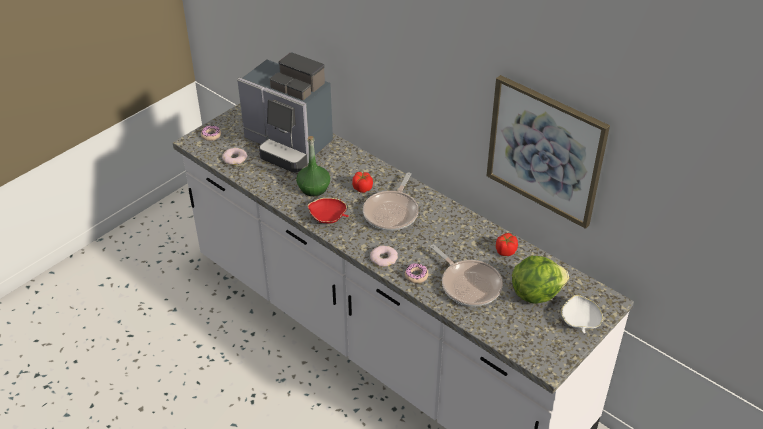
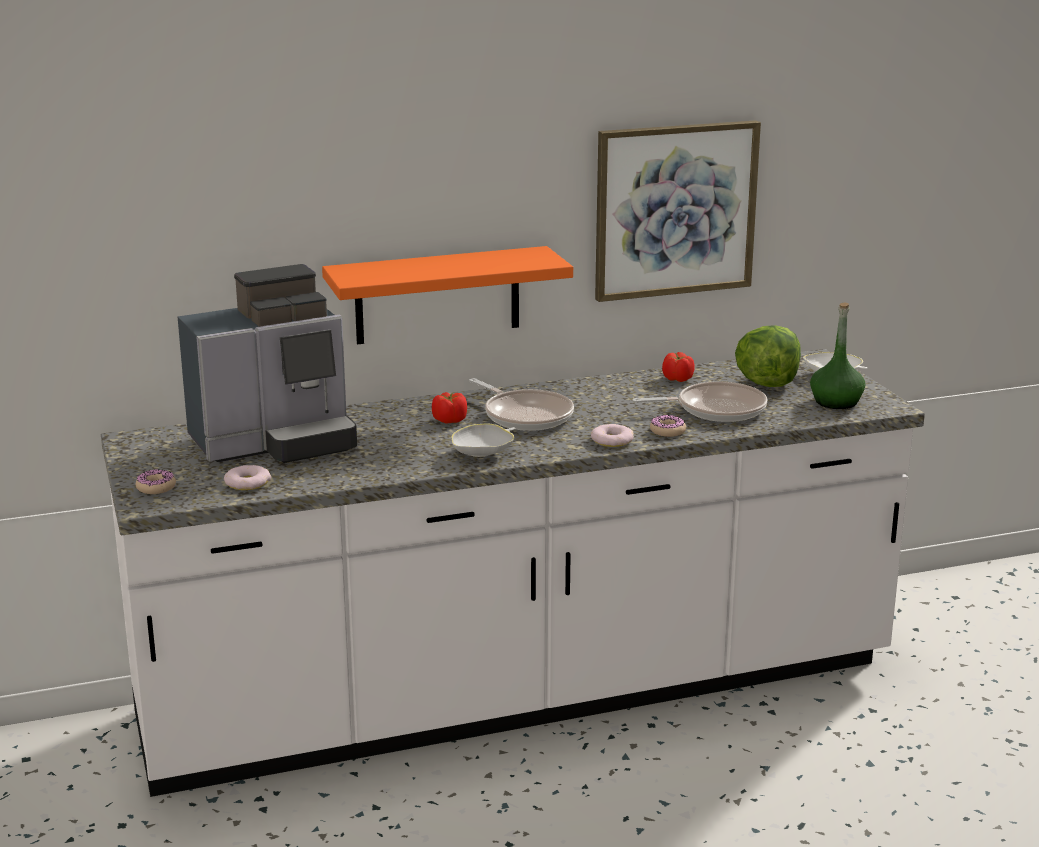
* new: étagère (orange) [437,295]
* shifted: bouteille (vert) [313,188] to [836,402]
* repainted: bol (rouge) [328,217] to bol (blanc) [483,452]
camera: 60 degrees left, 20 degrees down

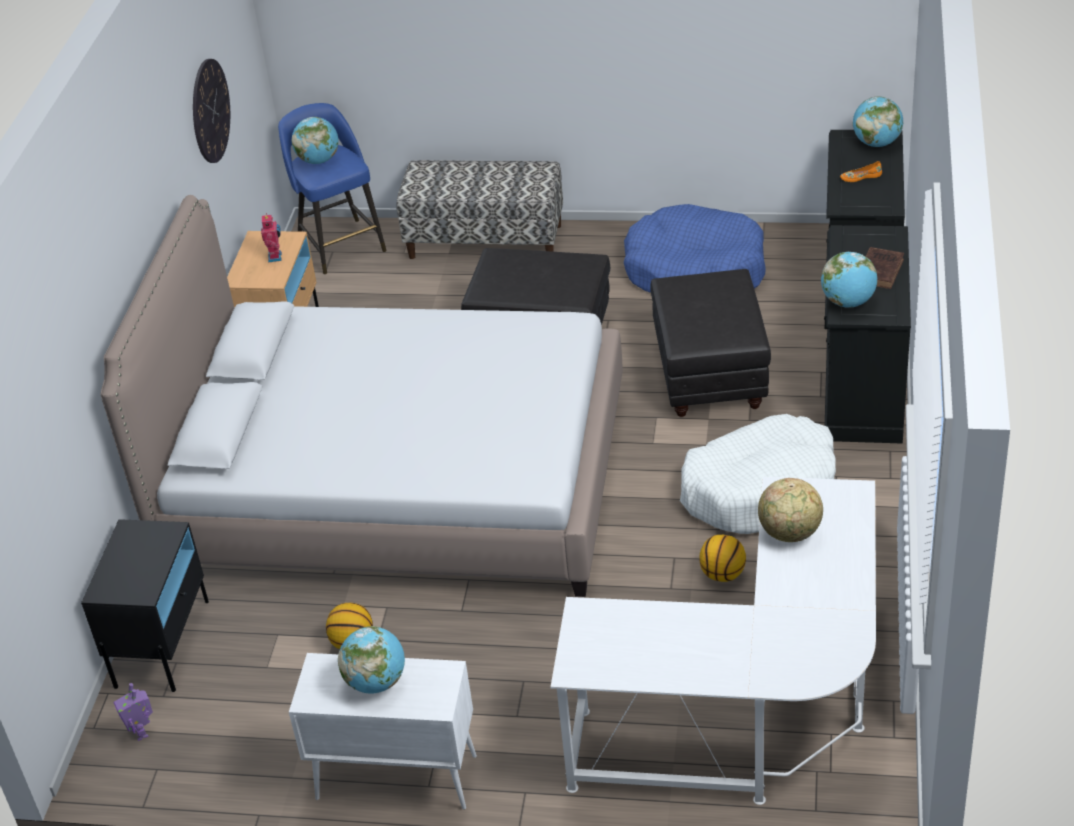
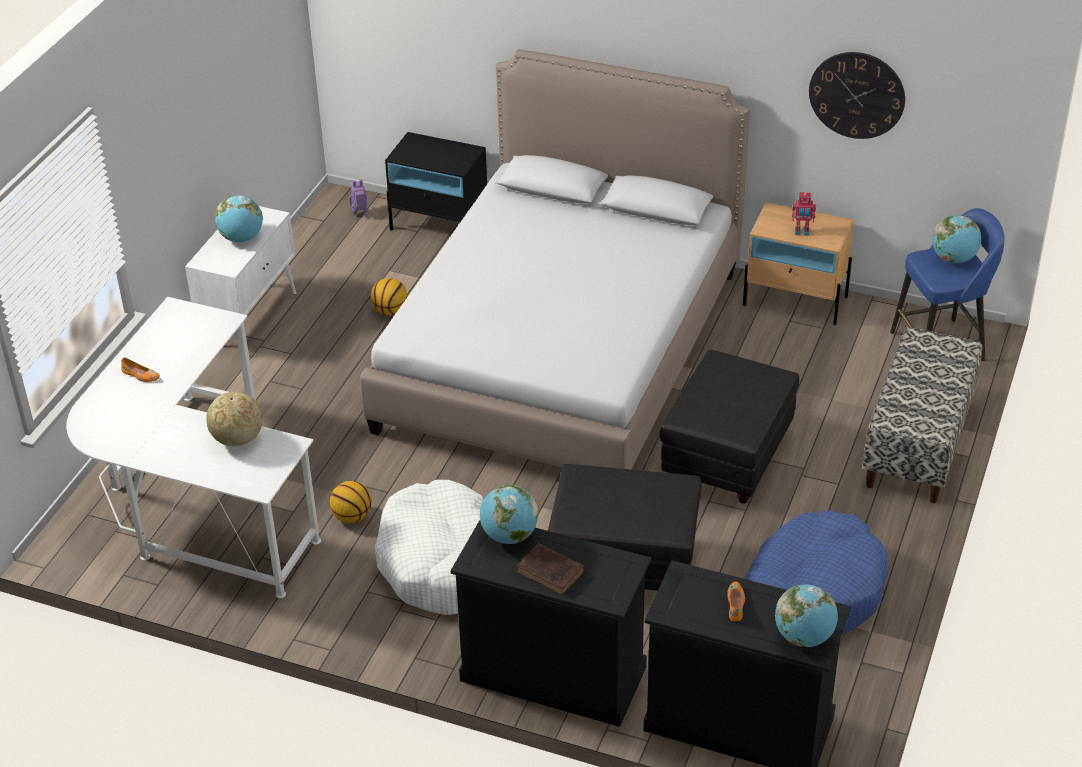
* new: chaussure (orange) [140,375]
camera: 100 degrees right, 0 degrees up

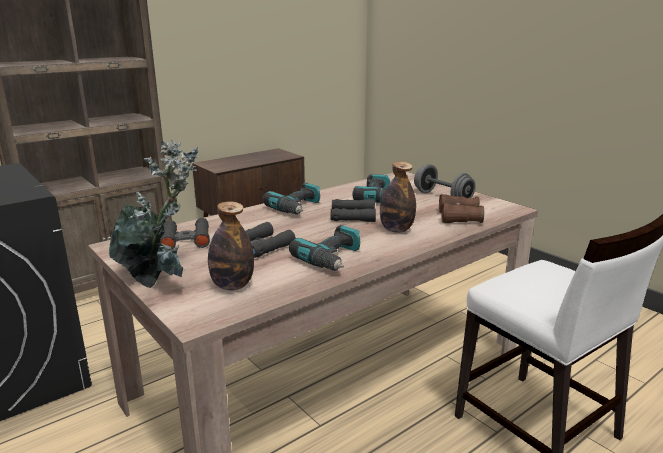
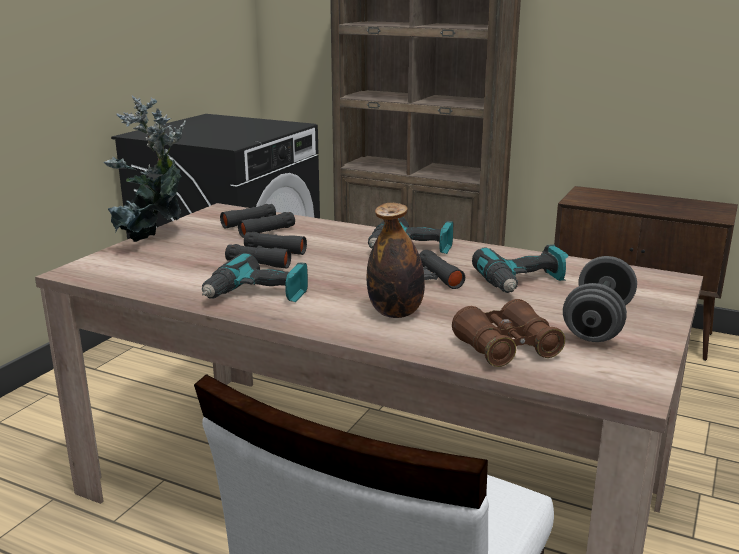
* gone: bouteille [232,286]
camera: 65 degrees right, 0 degrees up

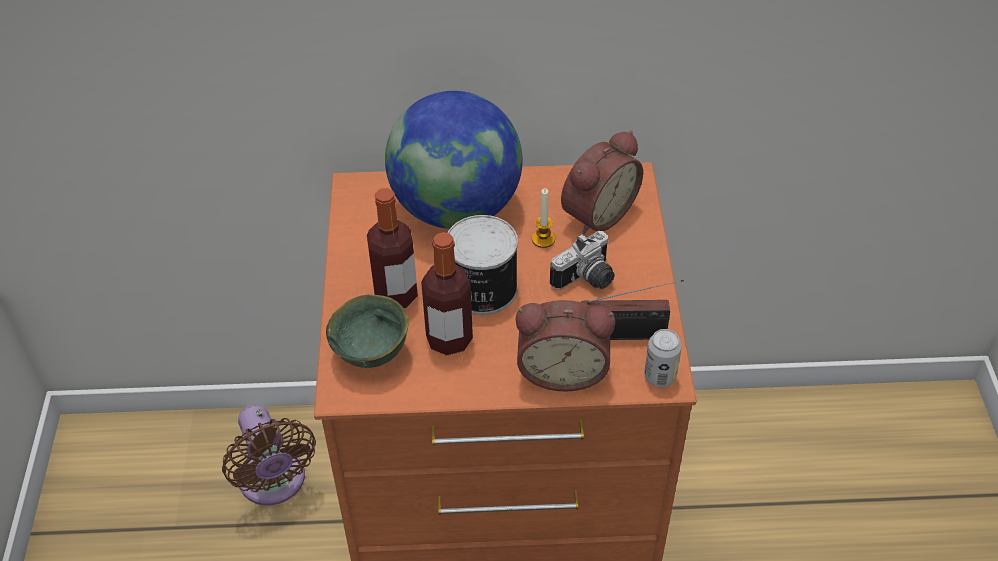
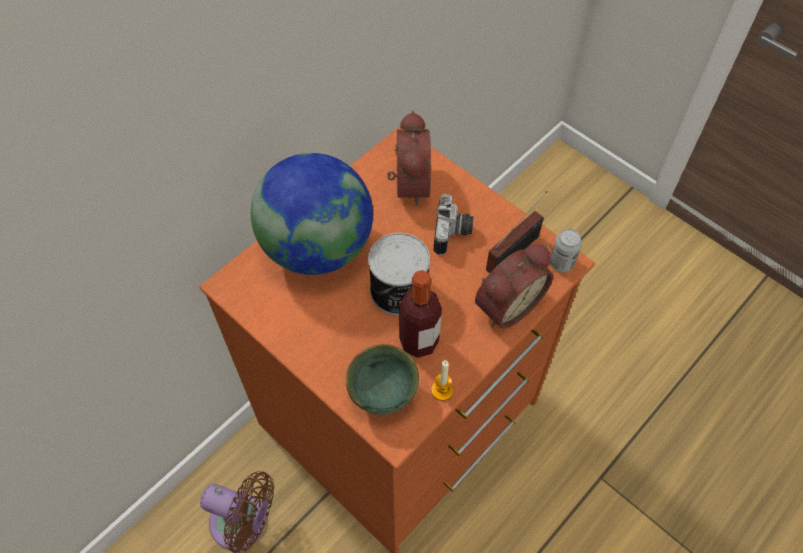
* gone: bouteille [396,295]
* shifted: bougie [543,239] to [442,390]
camera: 45 degrees left, 10 degrees up

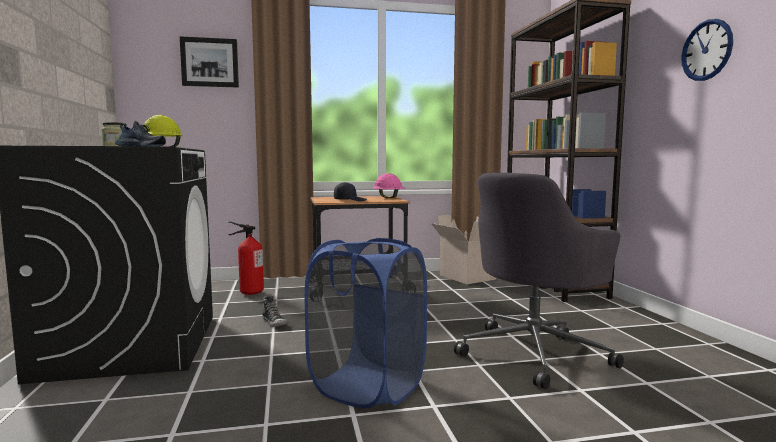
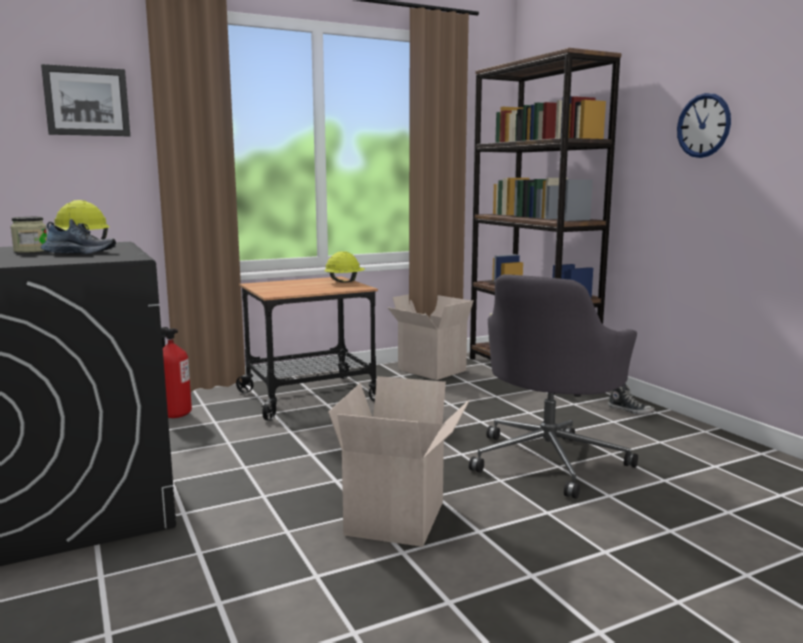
* gone: casquette (noir) [350,200]
* shifted: chaussure [274,323] to [630,411]
* swapped: panier à linge (bleu) [367,386] to carton [398,519]
* repainted: casque de chantier (rose) [389,198] to casque de chantier (jaune) [344,281]
camera: 15 degrees left, 5 degrees up

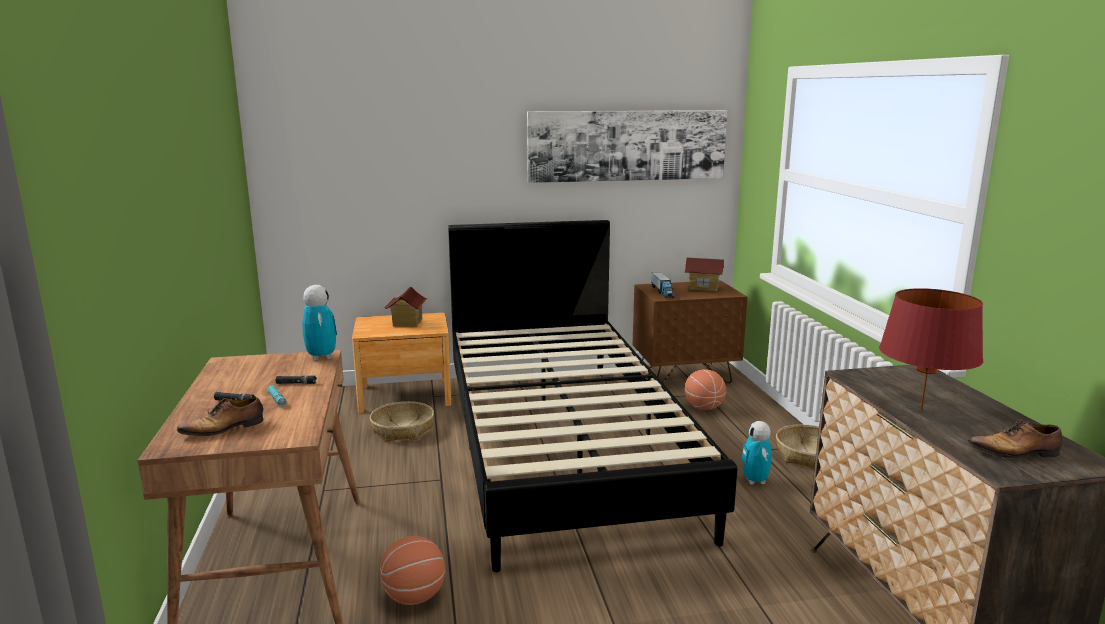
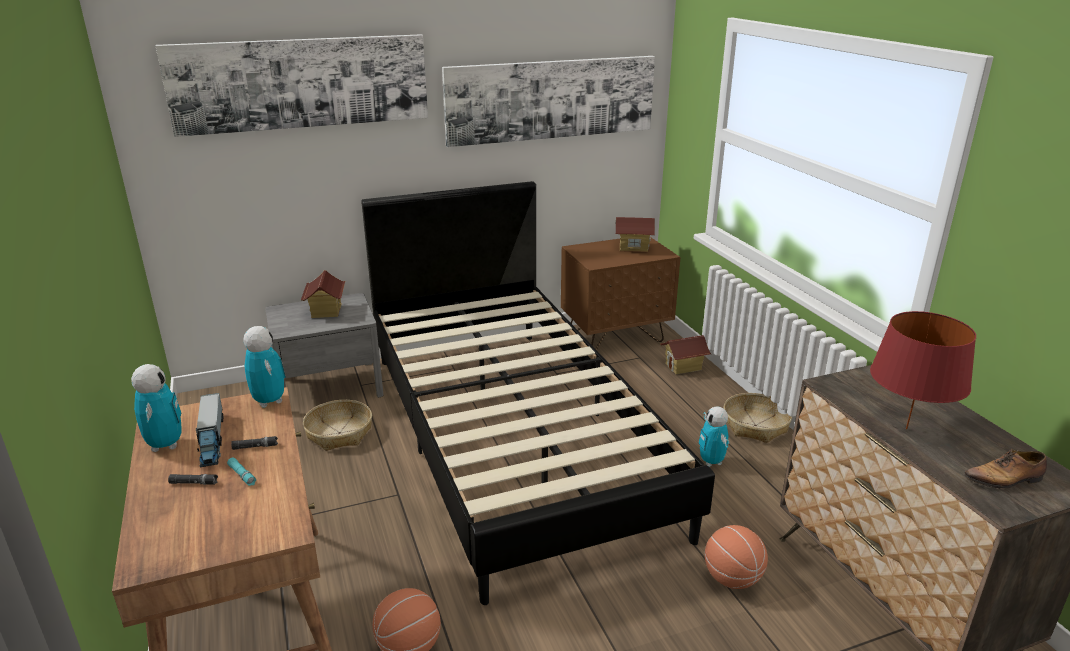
* gone: chaussure [224,429]
* new: robot jouet [165,445]
* new: tableau [301,83]
* new: maison miniature [683,367]
* shifted: camion jouet [662,291] to [212,440]
* shifted: ballon de basket [704,407] to [732,578]
* repainted: table de chevet (marron) [405,395] to table de chevet (gris) [329,386]
camera: 10 degrees left, 10 degrees up

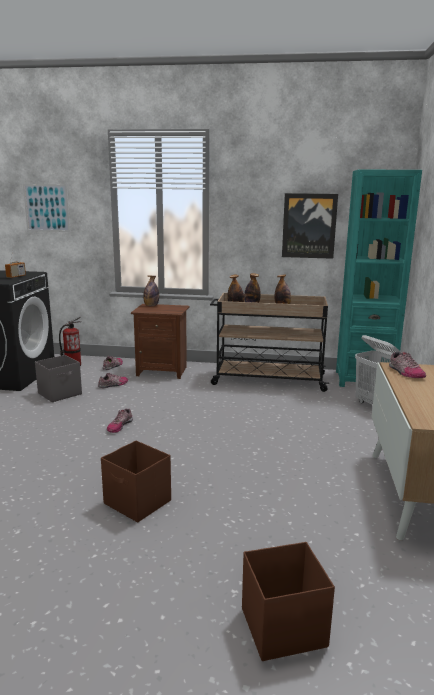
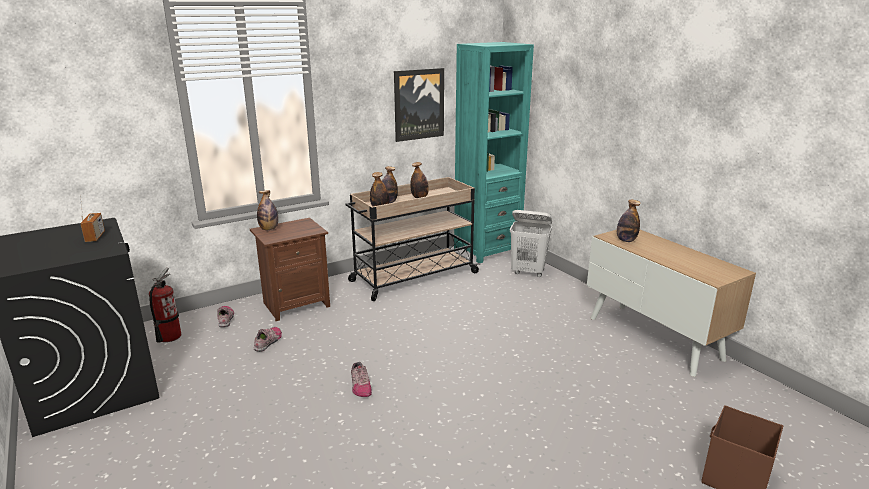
* gone: tableau [46,208]
* gone: boîte de rangement (gris) [60,394]
* gone: boîte de rangement (marron) [138,503]
* swapped: chaussure [405,372] to bouteille [626,240]
camera: 40 degrees left, 5 degrees up

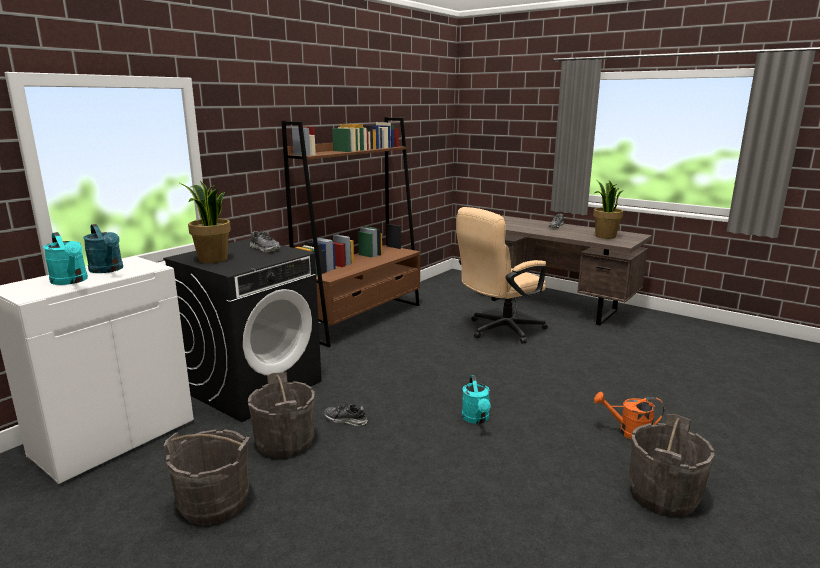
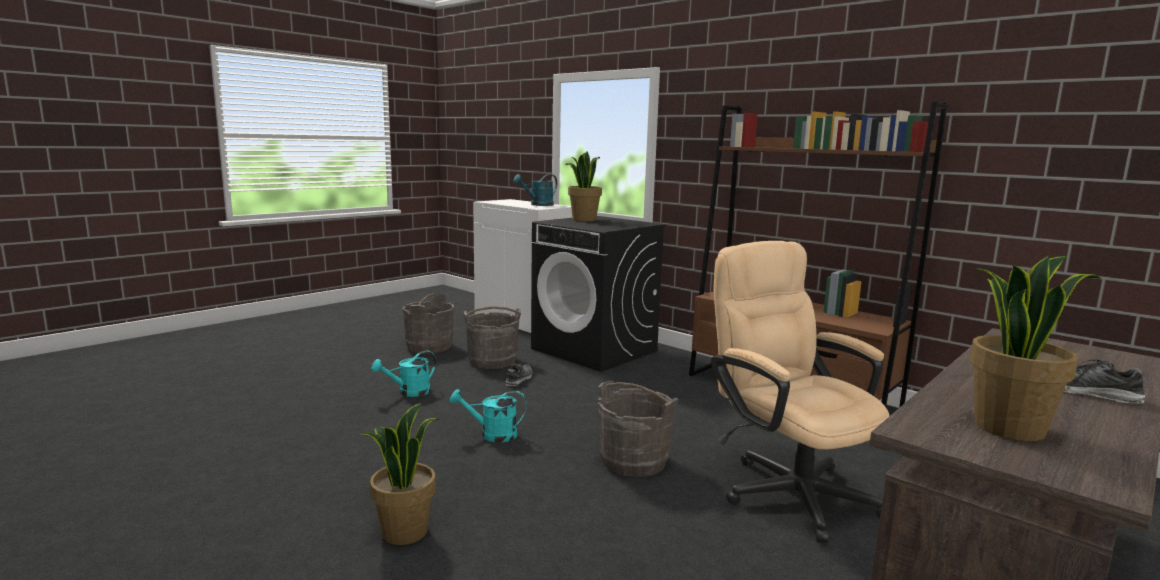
* gone: chaussure [265,249]
* shifted: arrosoir (turquoise) [71,281] to [409,392]
* shifted: seau (gris) [664,495] to [633,461]
* swapped: arrosoir (orange) [628,432] to plante en pot [404,531]
camera: 95 degrees right, 5 degrees down

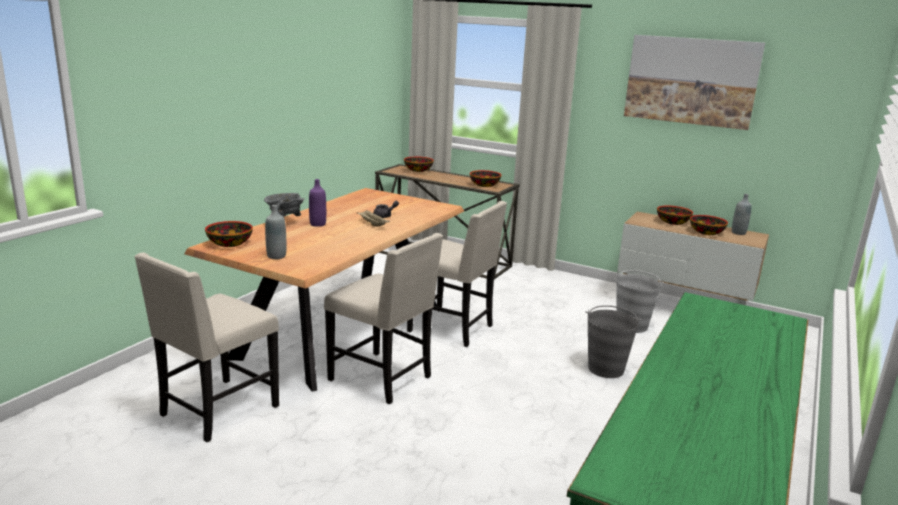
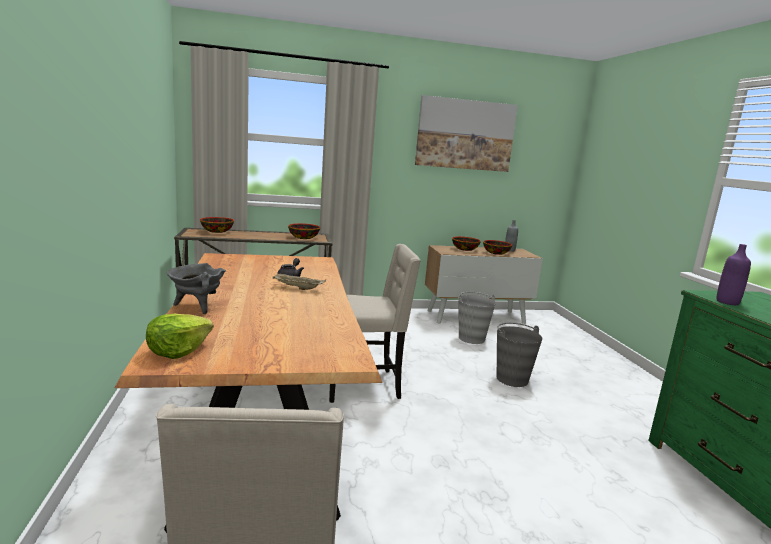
* gone: bouteille (gris) [276,256]
* gone: chaise (beige) [383,379]
* shifted: bouteille (violet) [317,224] to [727,302]
* swapped: bol [229,243] to laitue [178,351]
camera: 40 degrees left, 5 degrees down

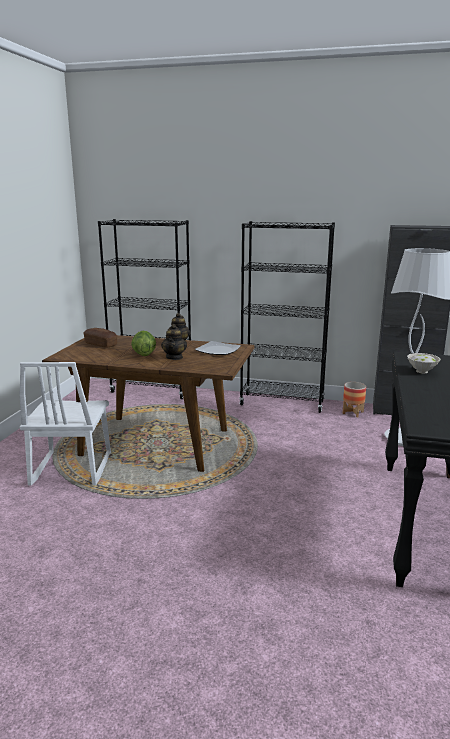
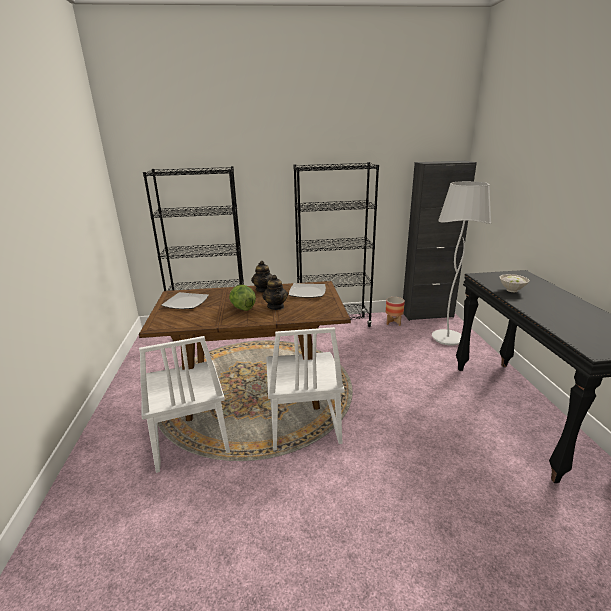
* new: chaise (blanc) [303,424]
* swapped: pain [100,344] to assiette [186,303]
camera: 20 degrees left, 5 degrees up

